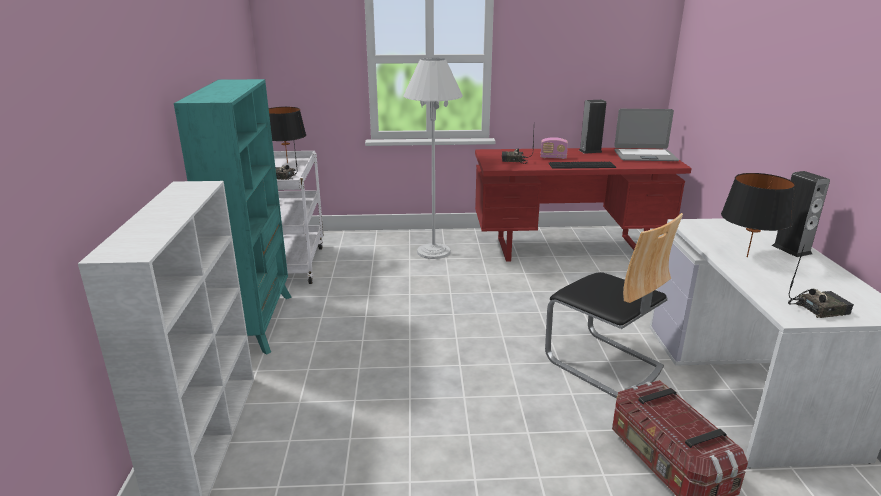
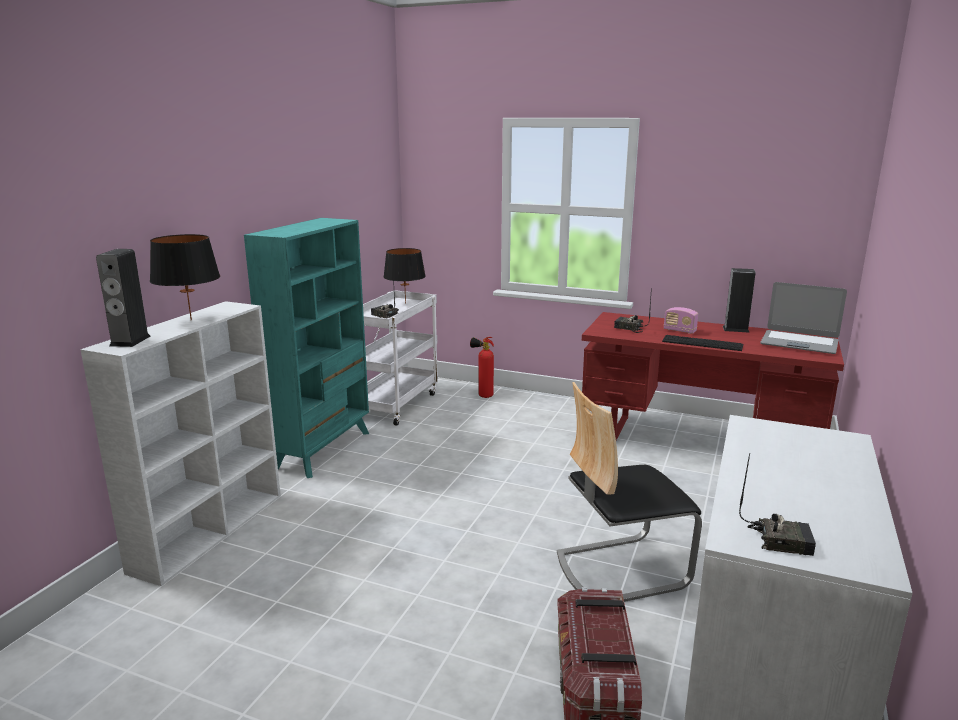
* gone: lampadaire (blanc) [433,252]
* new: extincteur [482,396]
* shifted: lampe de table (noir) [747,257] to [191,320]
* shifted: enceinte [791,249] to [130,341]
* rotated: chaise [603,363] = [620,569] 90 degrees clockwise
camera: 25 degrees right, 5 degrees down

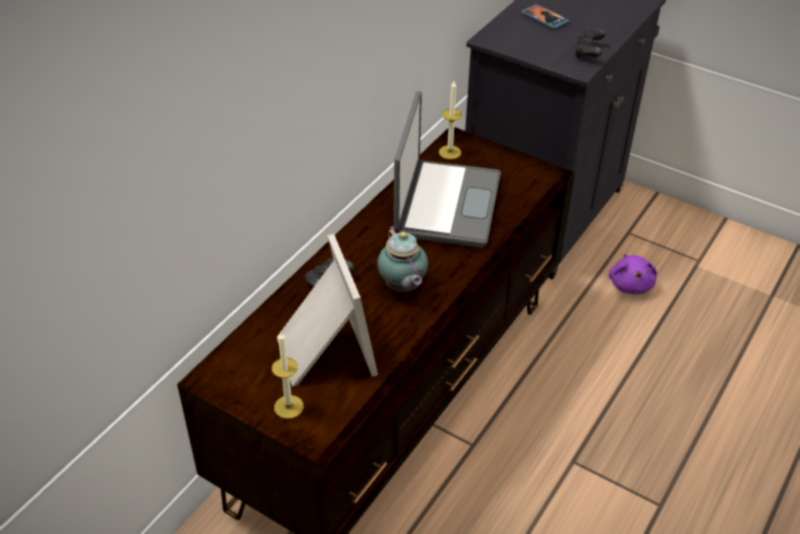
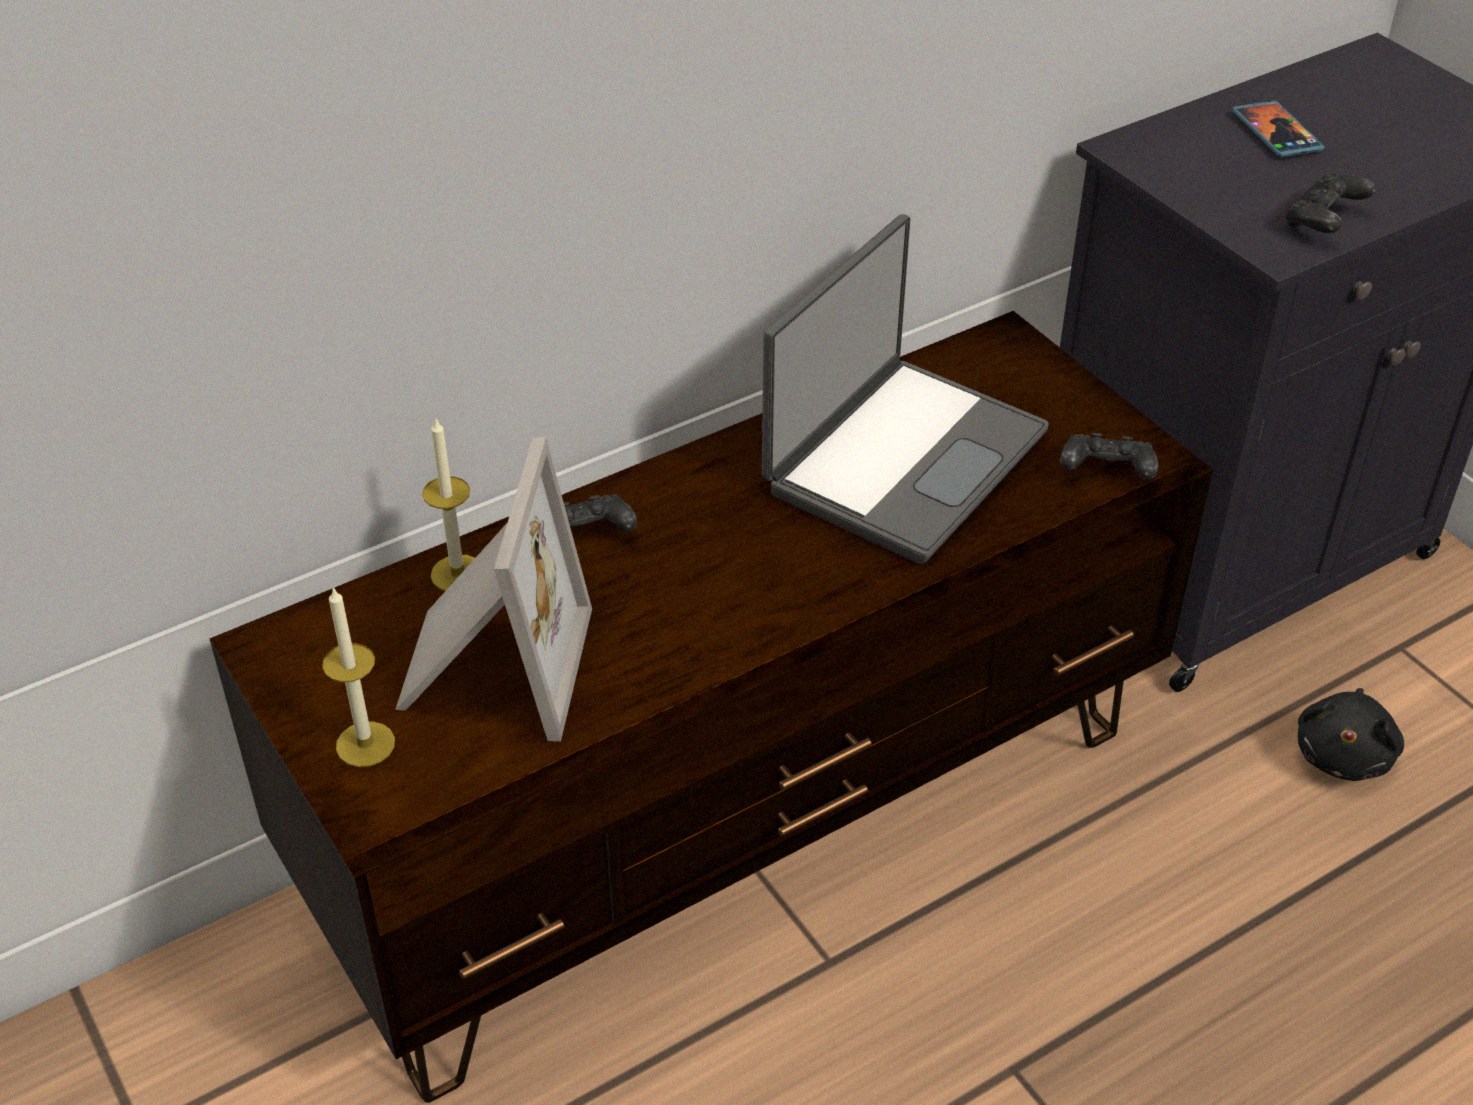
* gone: théière [402,287]
* new: manette (noir) [1105,473]
* shifted: bougie [450,152] to [457,573]
* repainted: peluche (violet) [630,284] to peluche (noir) [1344,754]
camera: 25 degrees right, 0 degrees up

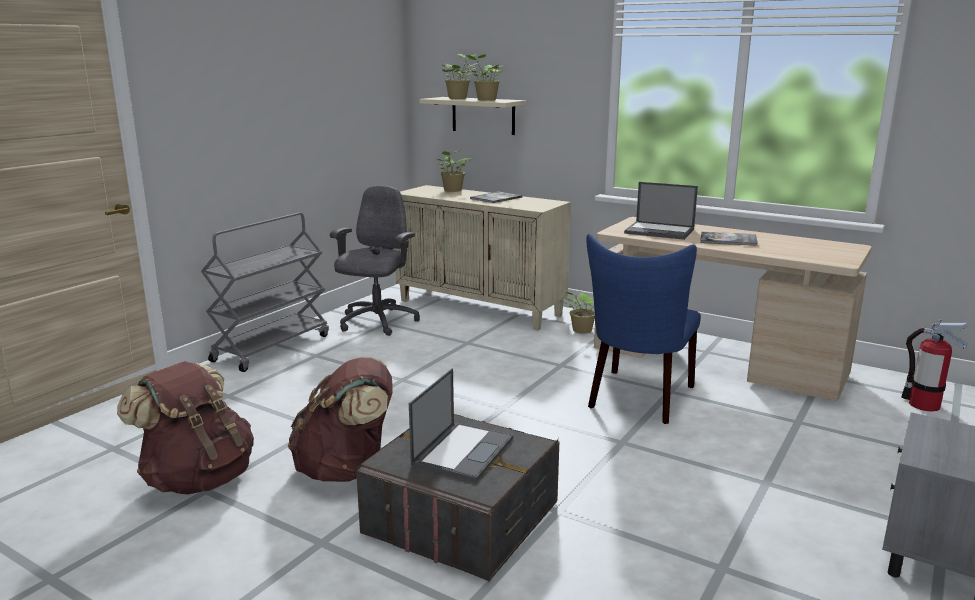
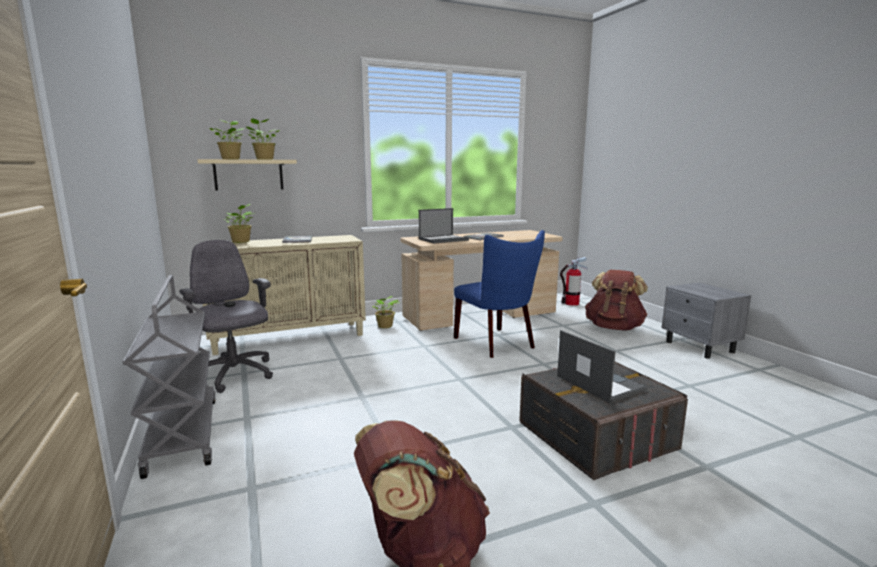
* shifted: sac à dos (marron) [347,469] to [614,328]
camera: 55 degrees left, 5 degrees down

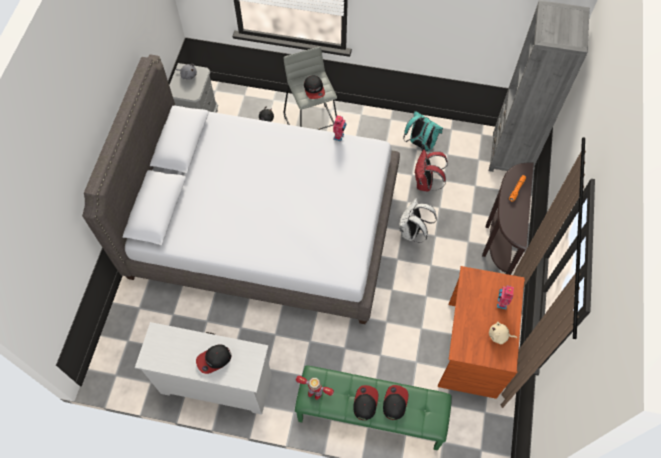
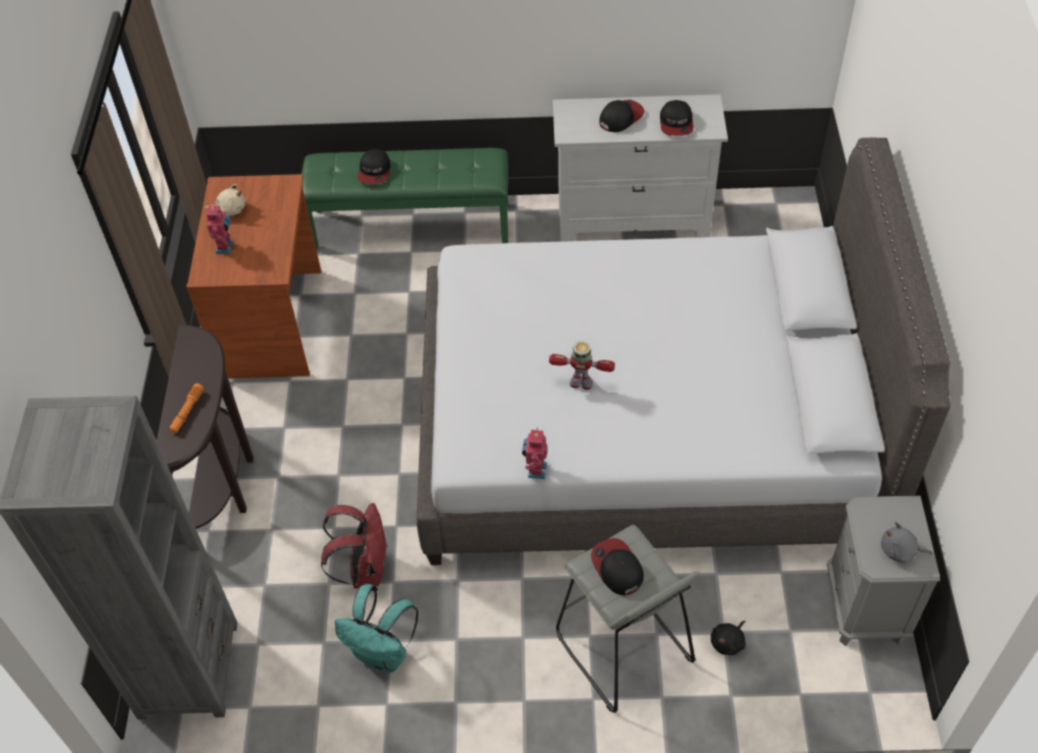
* gone: sac à dos (blanc) [412,232]
* shifted: robot jouet [314,392] to [581,383]
* shifted: casquette [365,403] to [676,123]
camera: 170 degrees right, 10 degrees down

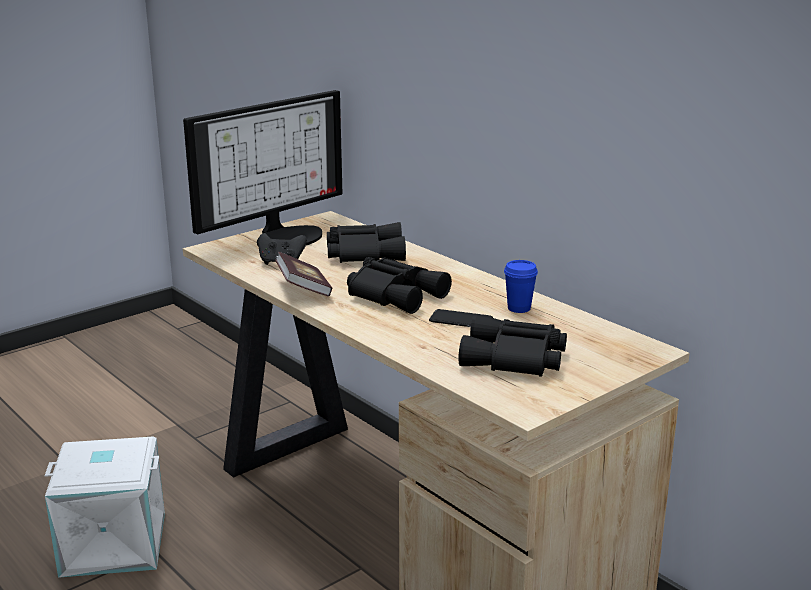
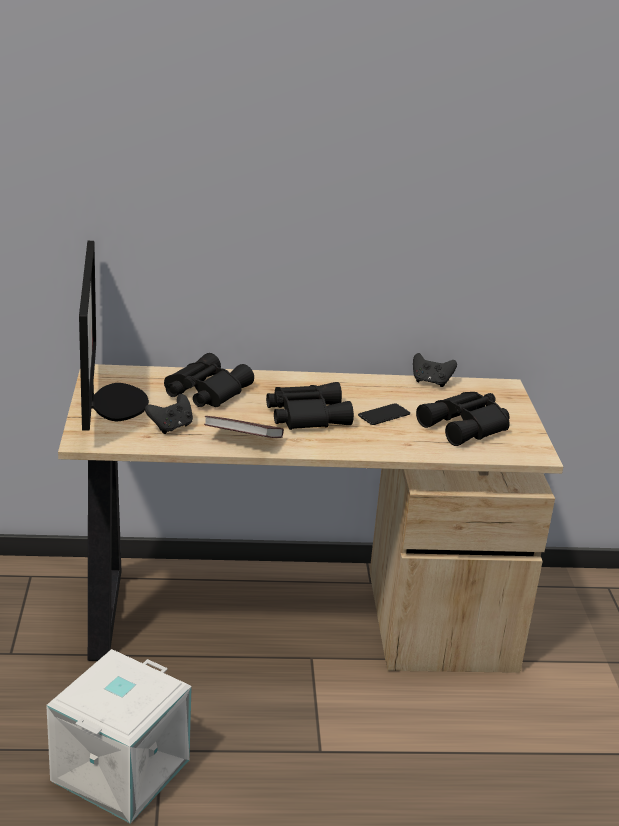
* gone: tasse (bleu) [519,308]
* new: manette (noir) [431,382]
camera: 55 degrees left, 5 degrees up

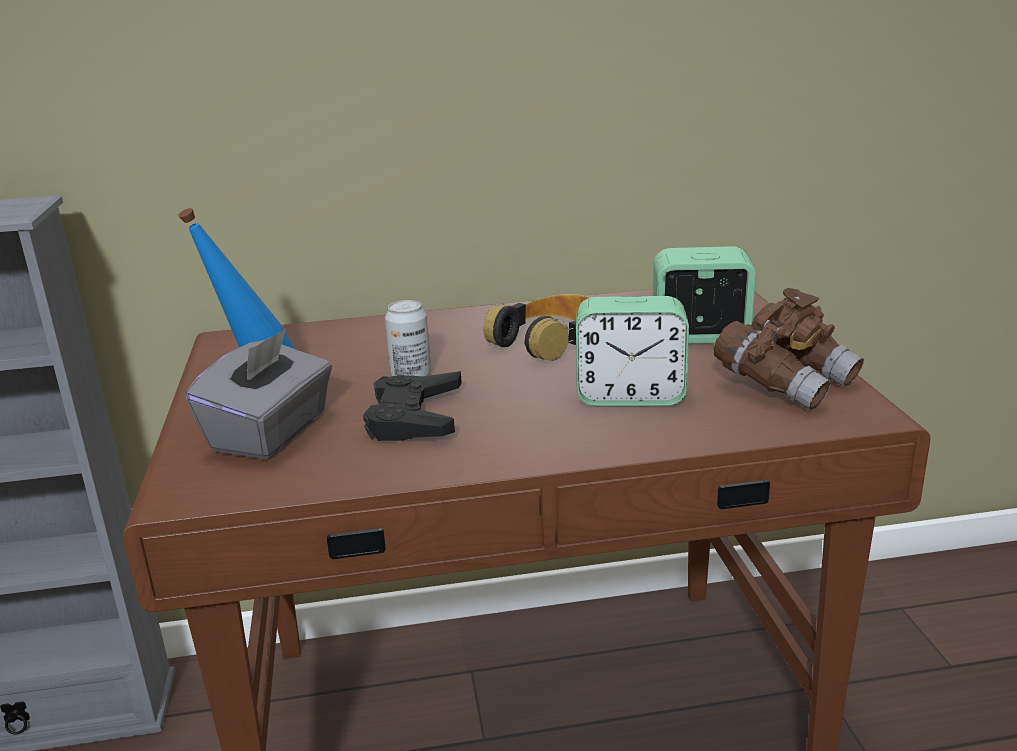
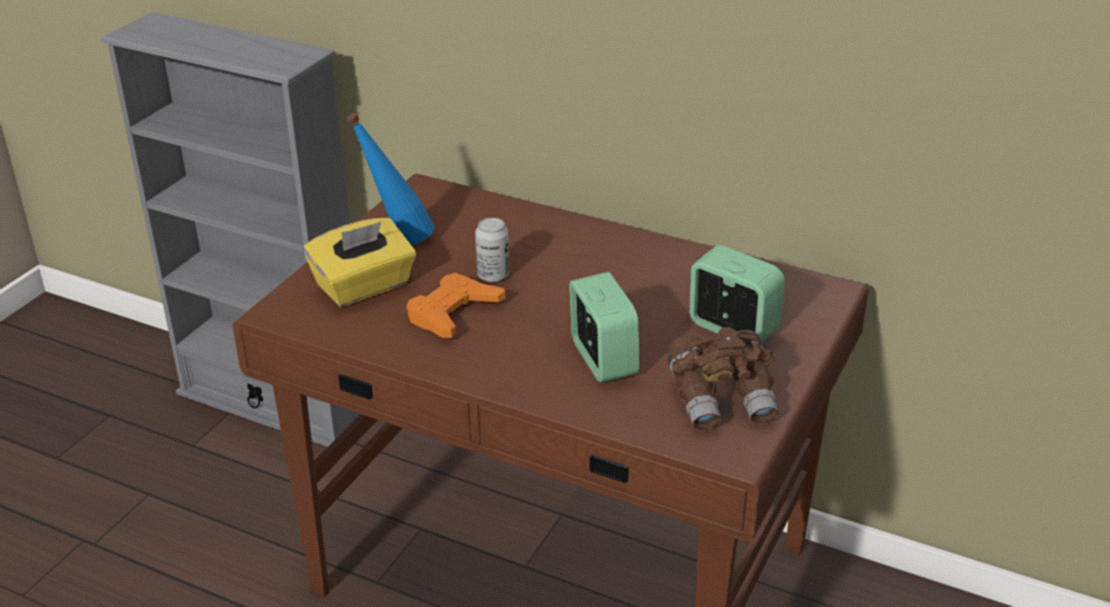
* gone: casque audio [550,340]
* repainted: boîte à mouchoirs (gris) [271,432] to boîte à mouchoirs (jaune) [364,287]
* repainted: manette (noir) [414,417] to manette (orange) [453,313]
* rotated: réveil [630,396] = [603,360] 150 degrees counterclockwise
camera: 35 degrees right, 10 degrees up

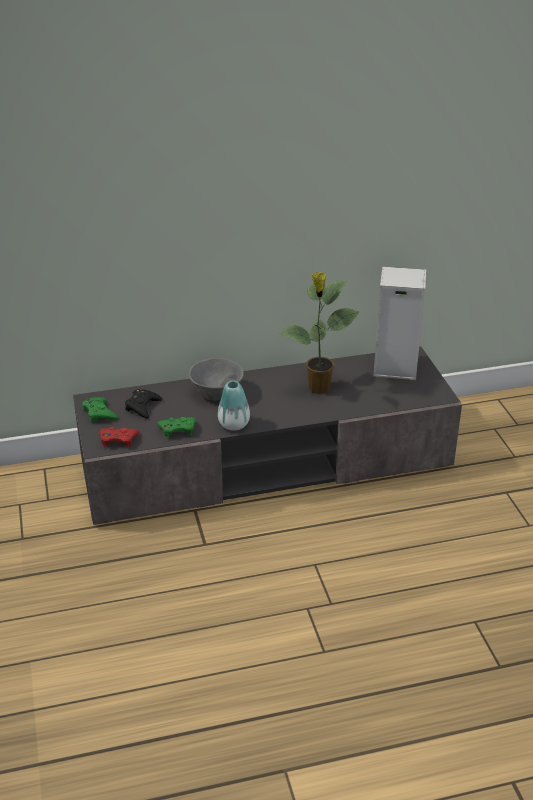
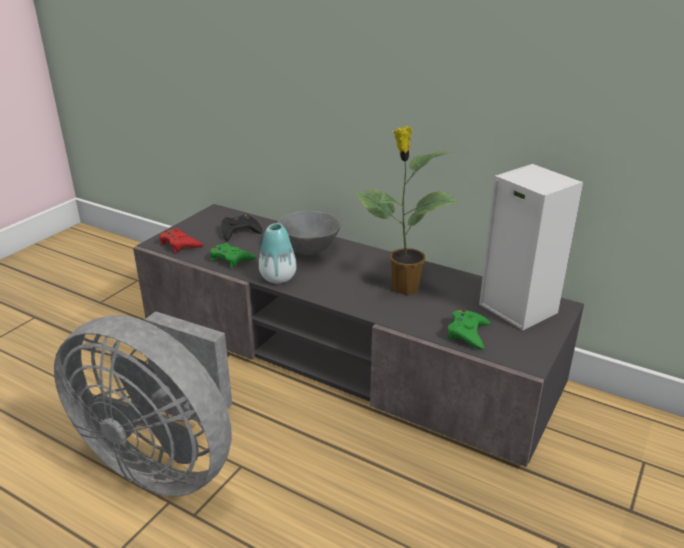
* new: ventilateur (gris) [166,460]
* shifted: manette (vert) [99,413] to [468,333]
camera: 45 degrees right, 5 degrees down

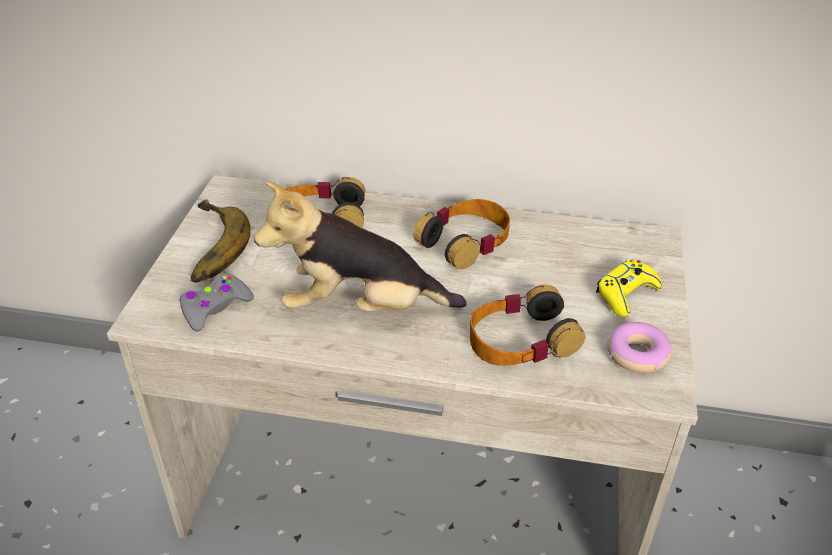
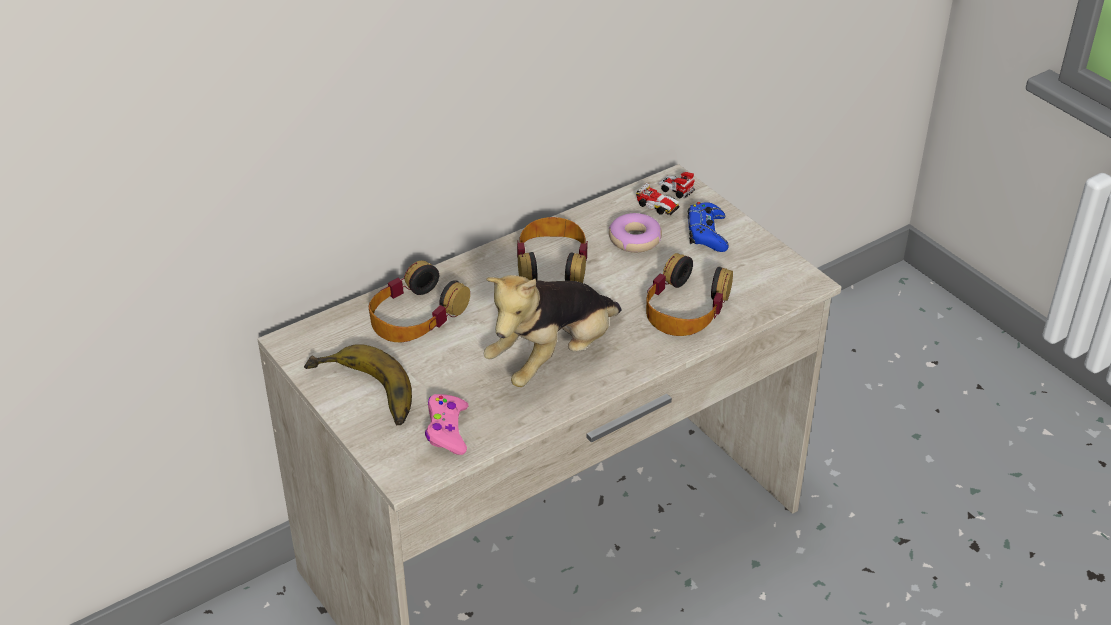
* new: petite voiture [667,200]
* shifted: beignet [637,354] to [635,239]
* repainted: manette (gris) [215,307] to manette (rose) [447,430]
* repainted: manette (jaune) [626,294] to manette (bleu) [707,234]
camera: 45 degrees left, 0 degrees up

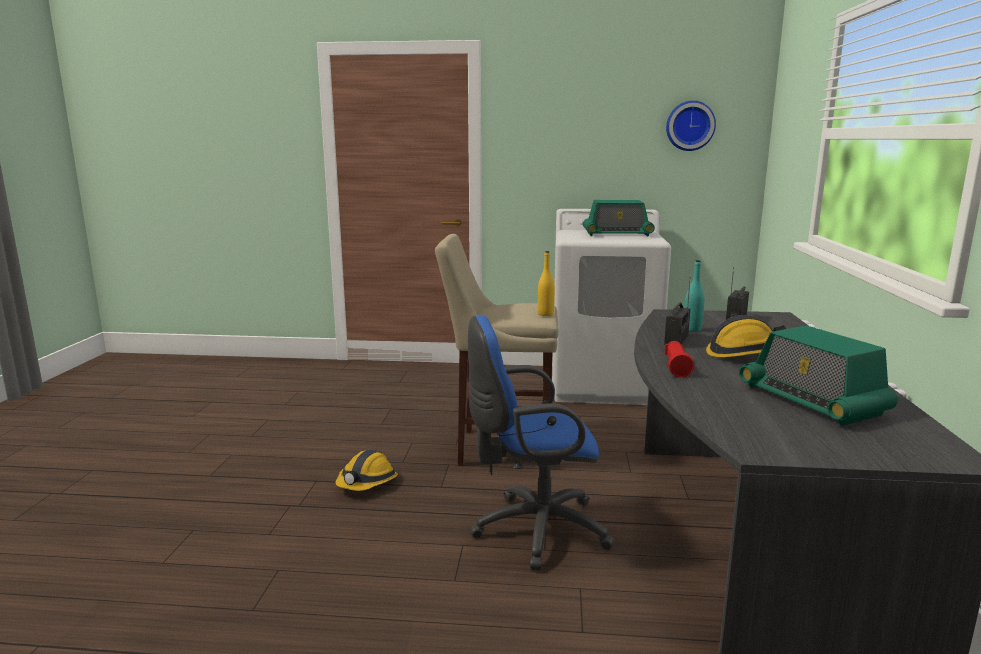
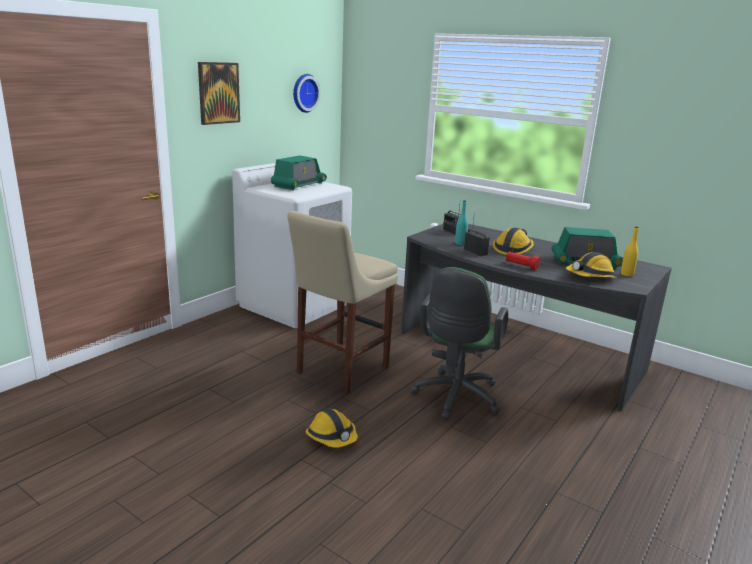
* new: tableau [218,93]
* new: casque de chantier [590,277]
* shifted: bouteille (jaune) [545,314] to [626,274]
* repainted: chaise de bureau (bleu) [533,530] to chaise de bureau (vert) [455,398]
camera: 60 degrees left, 5 degrees up

